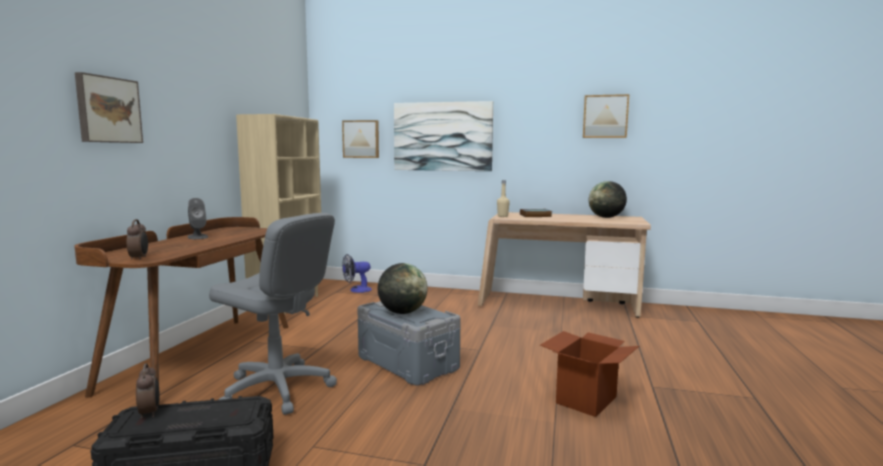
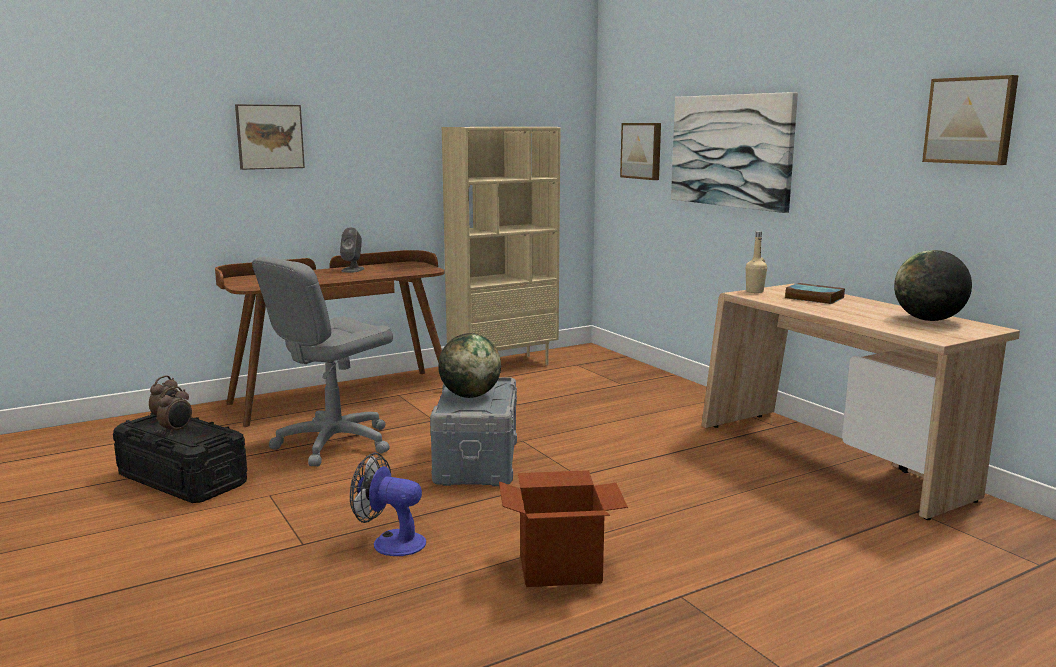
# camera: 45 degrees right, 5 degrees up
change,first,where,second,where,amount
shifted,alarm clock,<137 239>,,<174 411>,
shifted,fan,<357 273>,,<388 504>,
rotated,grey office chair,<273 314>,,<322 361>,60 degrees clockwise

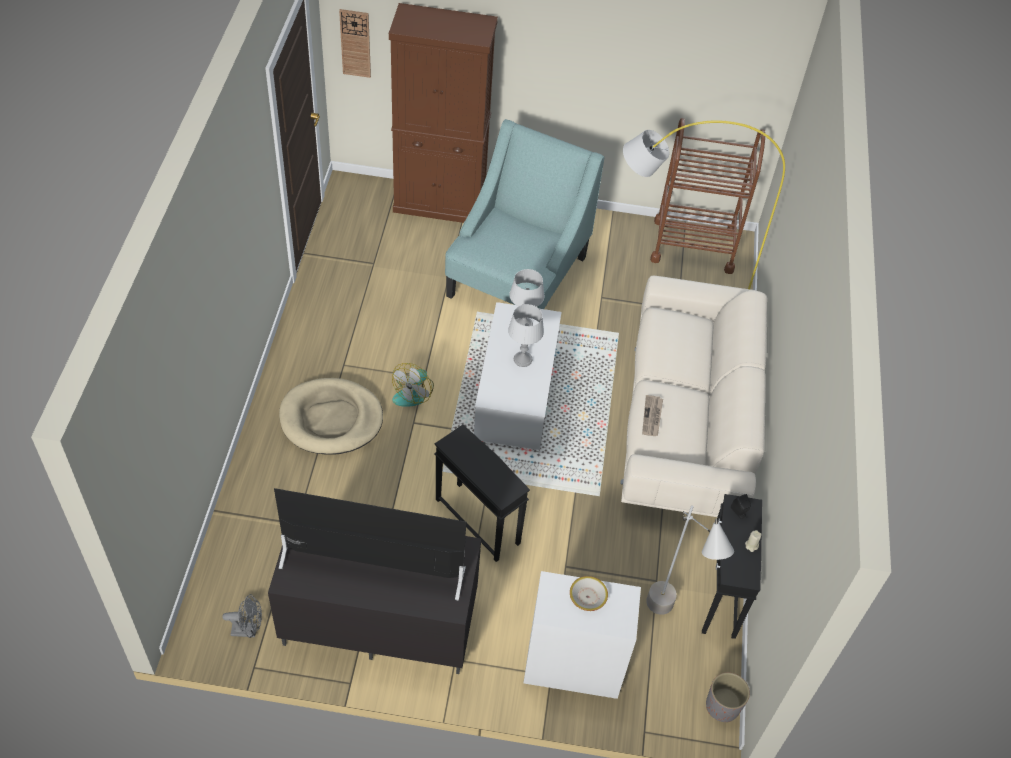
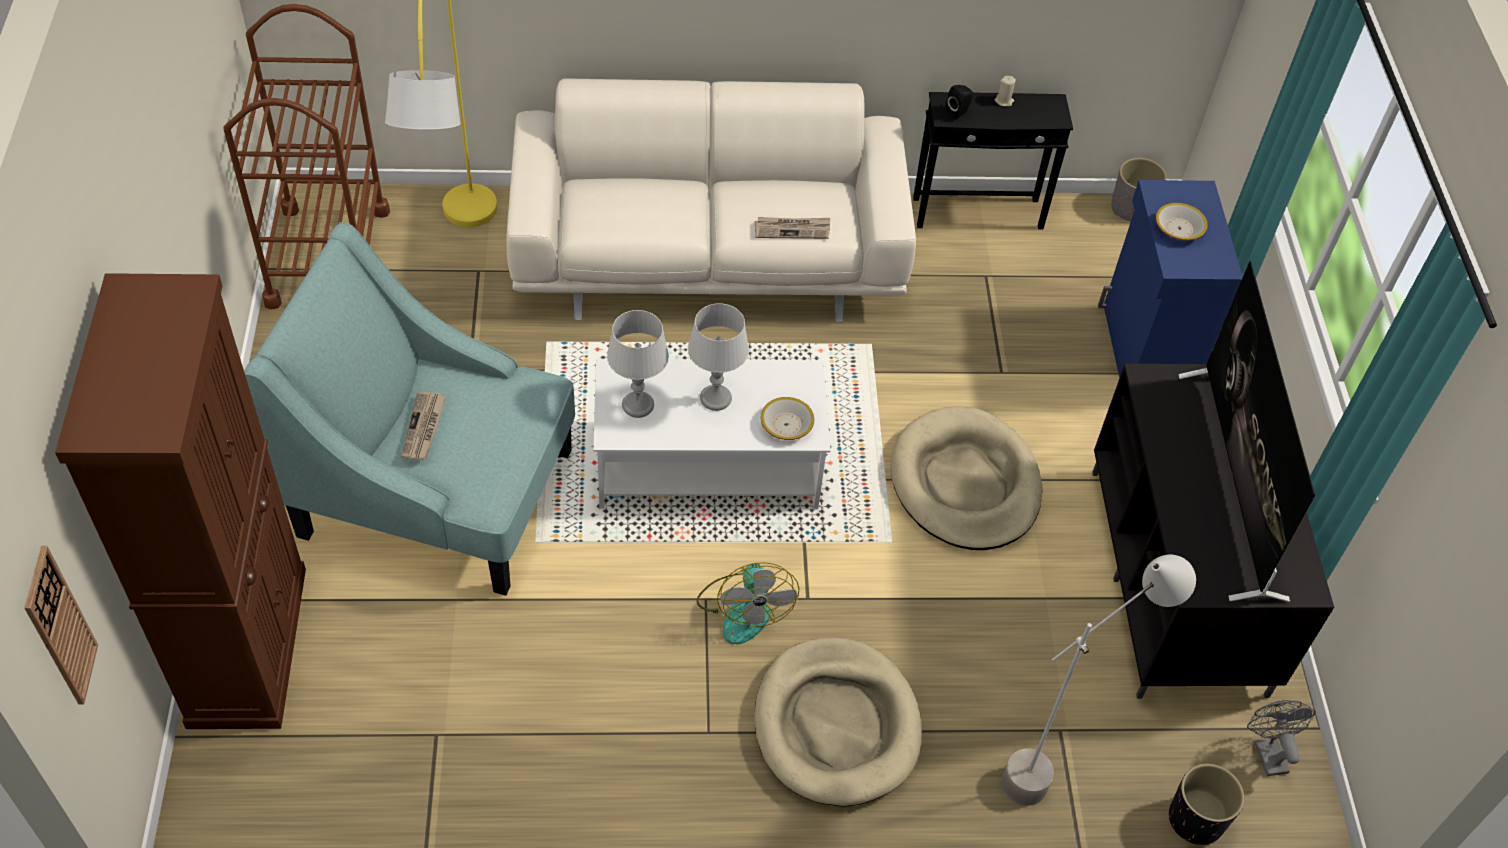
# camera: 100 degrees left, 0 degrees up
change,first,where,second,where,amount
new,,,newspaper,<423 425>,
new,,,bowl,<787 418>,
new,,,black planter,<1206 805>,
shifted,grey floor lamp,<690 560>,,<1099 680>,
swapped,black side table,<482 493>,beige dog bed,<966 478>,
repainted,white cabinet,<582 635>,blue cabinet,<1170 279>,
rotated,fan,<413 385>,,<747 603>,60 degrees clockwise

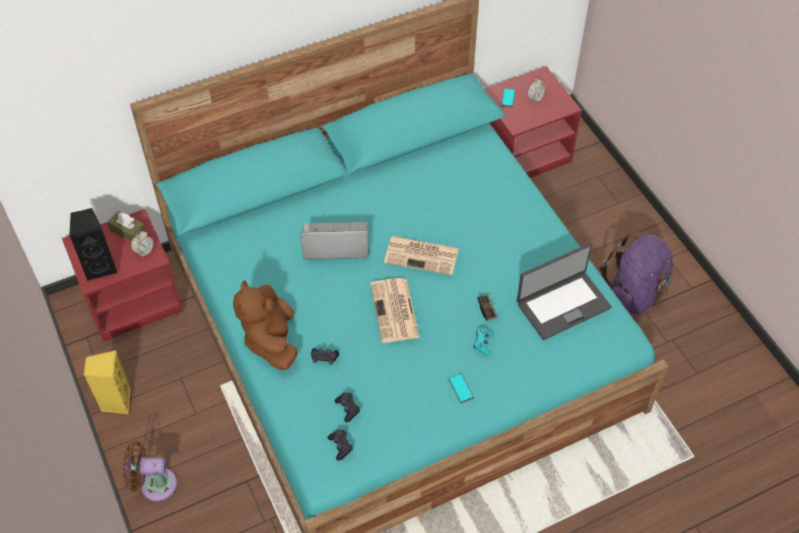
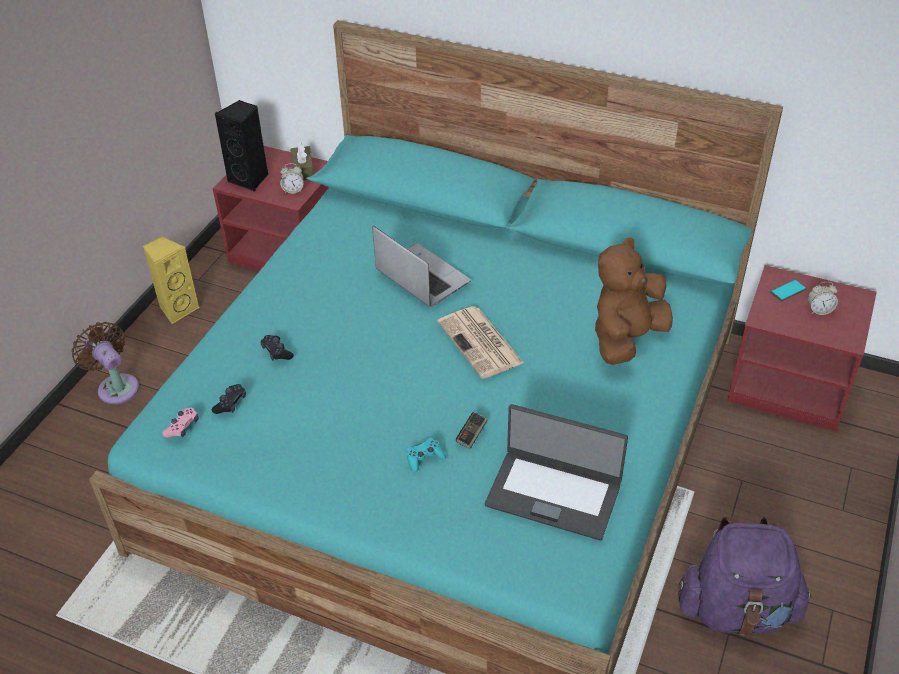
# camera: 50 degrees right, 10 degrees down
change,first,where,second,where,amount
gone,newspaper,<395 310>,,,
gone,phone,<461 388>,,,
shifted,brown plush toy,<265 325>,,<634 301>,
repainted,black game controller,<340 445>,pink game controller,<180 423>,

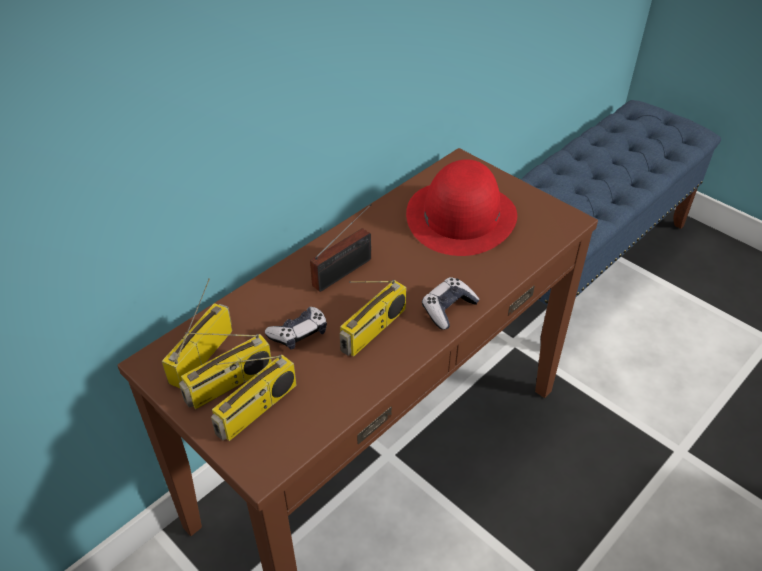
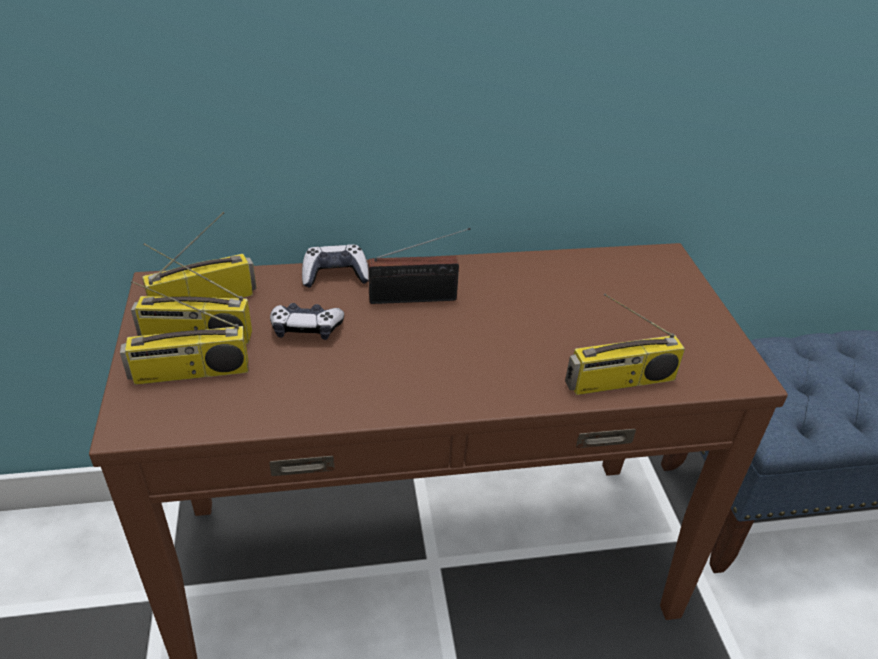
# camera: 35 degrees right, 5 degrees down
change,first,where,second,where,amount
gone,red hat,<461 207>,,,
shifted,radio,<373 318>,,<625 344>,
shifted,game controller,<451 303>,,<335 266>,

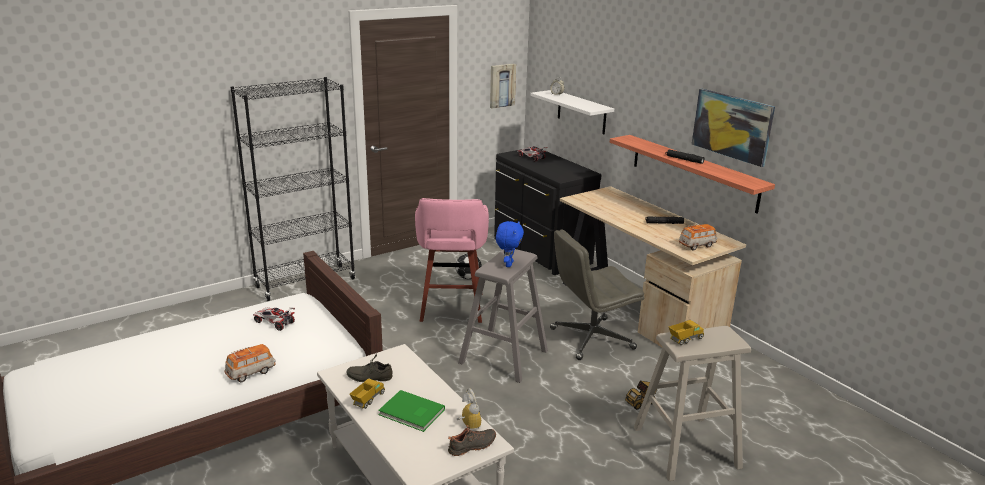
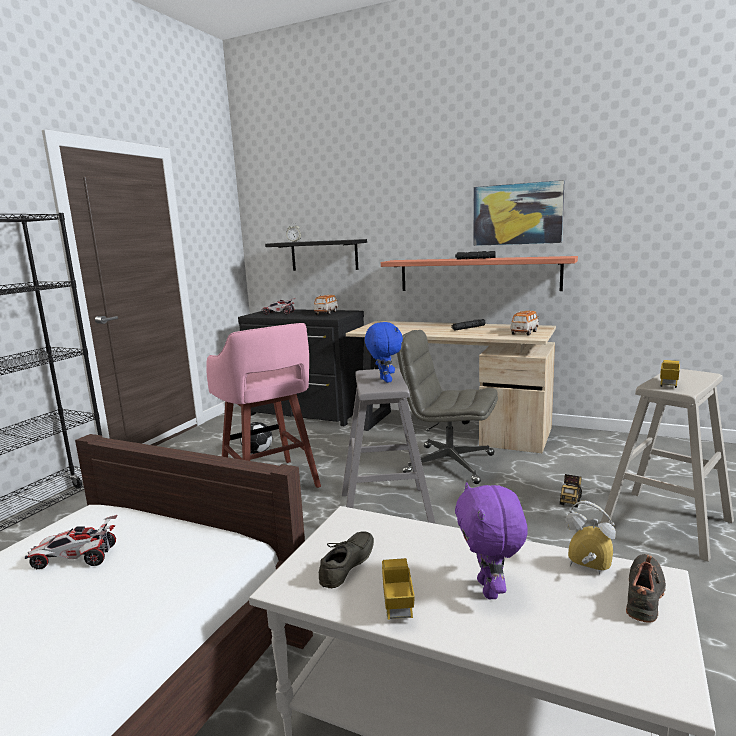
# camera: 30 degrees left, 10 degrees down
change,first,where,second,where,amount
gone,picture,<503 86>,,,
shifted,toy car,<250 363>,,<326 305>,
swapped,green book,<411 411>,purple plush toy,<491 540>,
repainted,white shelf,<572 112>,black shelf,<316 255>,
rotated,grey shoe,<369 368>,,<346 559>,150 degrees clockwise
rotated,grey office chair,<597 294>,,<447 407>,75 degrees clockwise

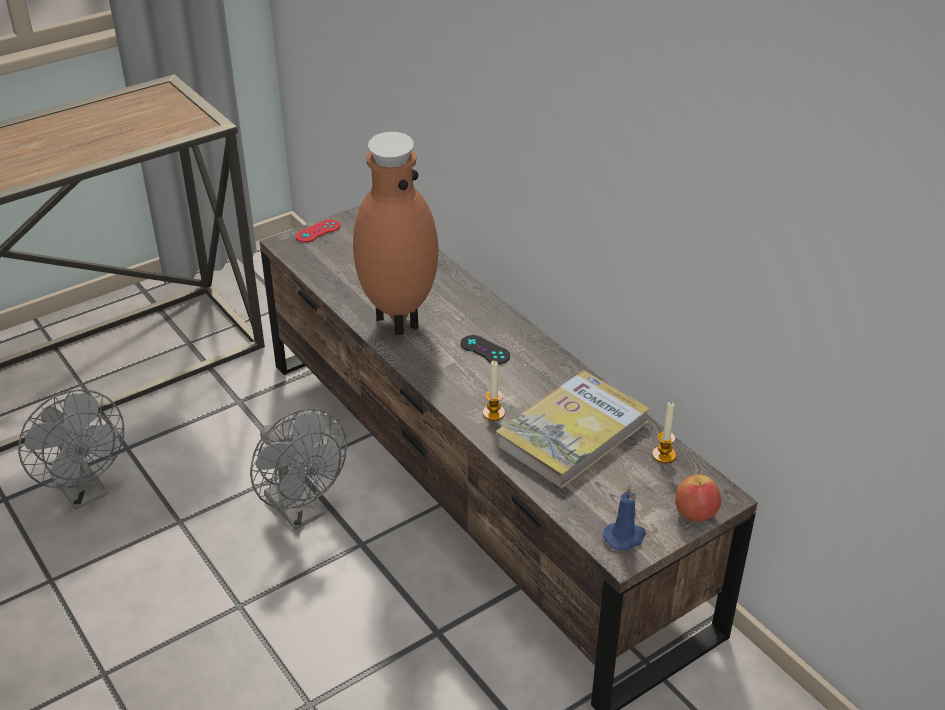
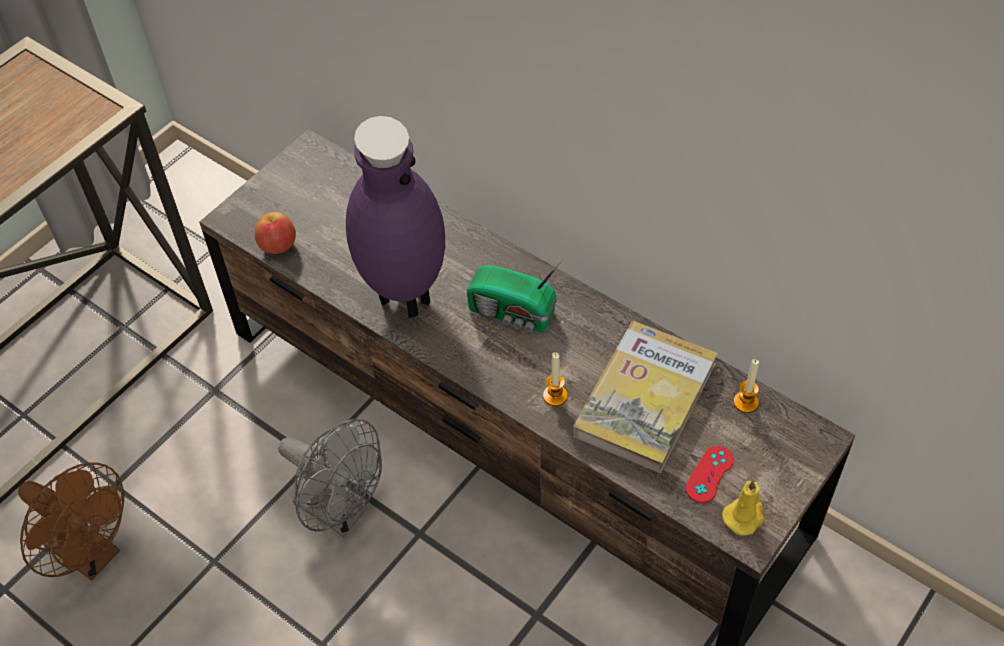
# camera: 15 degrees left, 15 degrees up
change,first,where,second,where,amount
shifted,red game controller,<317 231>,,<710 474>,
shifted,apple,<698 498>,,<275 233>,
swapped,black game controller,<485 349>,radio,<515 295>,
repainted,grey fan,<71 450>,brown fan,<71 521>,
repainted,brown vase,<395 233>,purple vase,<395 217>,
repainted,blue candle,<624 518>,yellow candle,<743 507>,

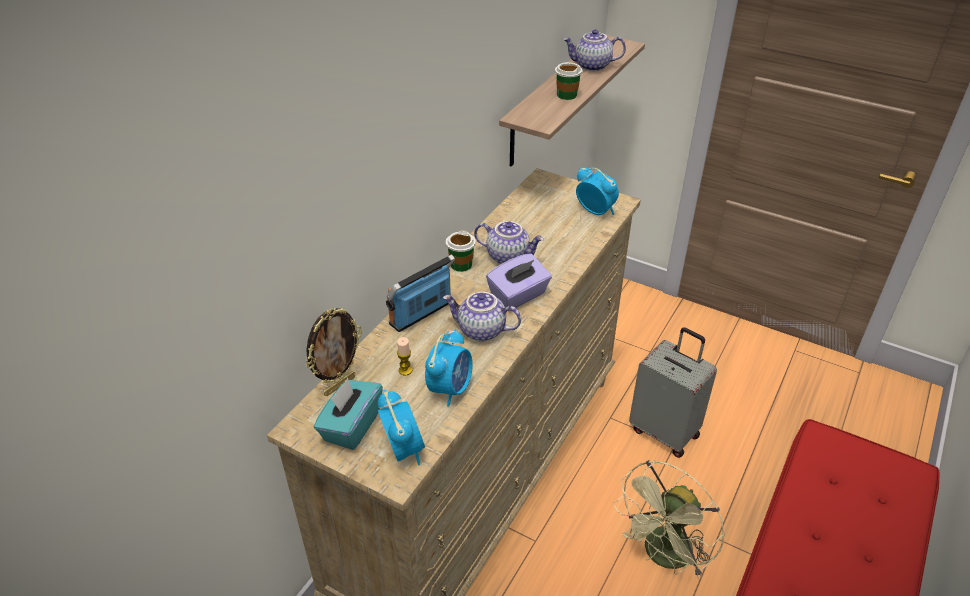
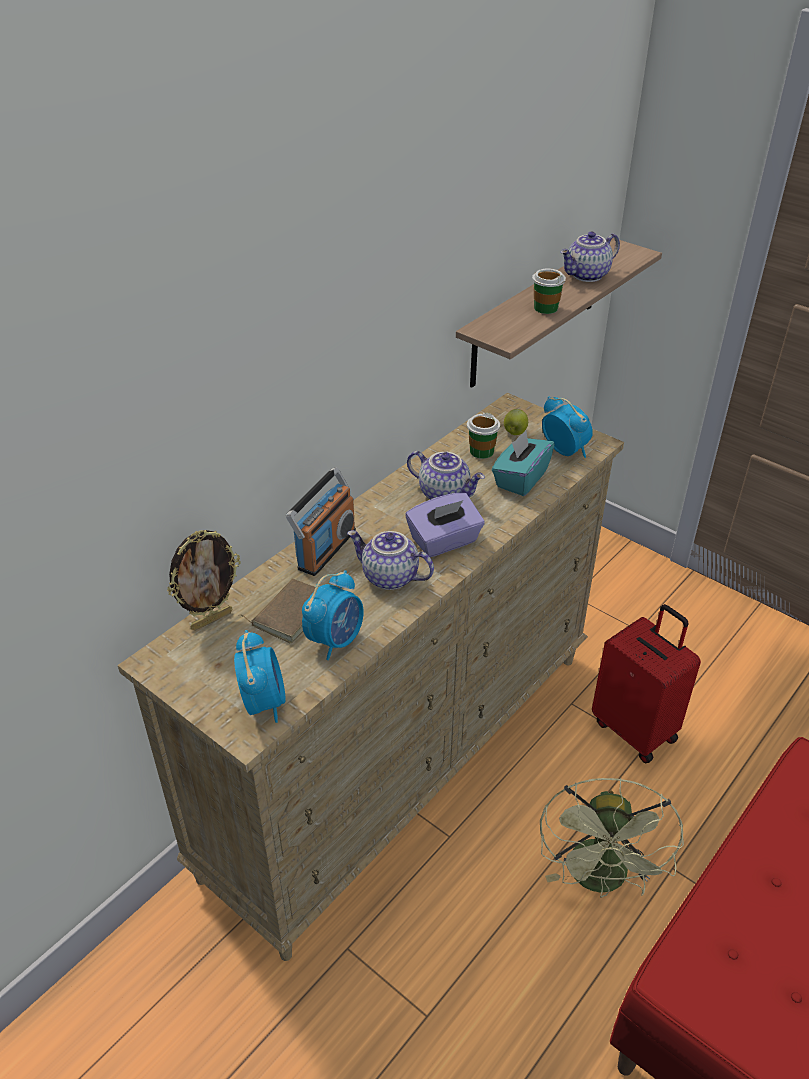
# camera: 10 degrees right, 0 degrees up
change,first,where,second,where,amount
new,,,apple,<516 422>,
shifted,turquoise tissue box,<348 414>,,<523 463>,
shifted,cup,<461 251>,,<483 436>,
swapped,candle,<404 356>,brown book,<277 611>,
repainted,grey suitcase,<673 392>,red suitcase,<646 683>,
rotated,radio,<420 293>,,<321 521>,150 degrees clockwise
rotated,teapot,<594 50>,,<590 257>,45 degrees counterclockwise
rotated,green fan,<669 519>,,<612 837>,45 degrees counterclockwise

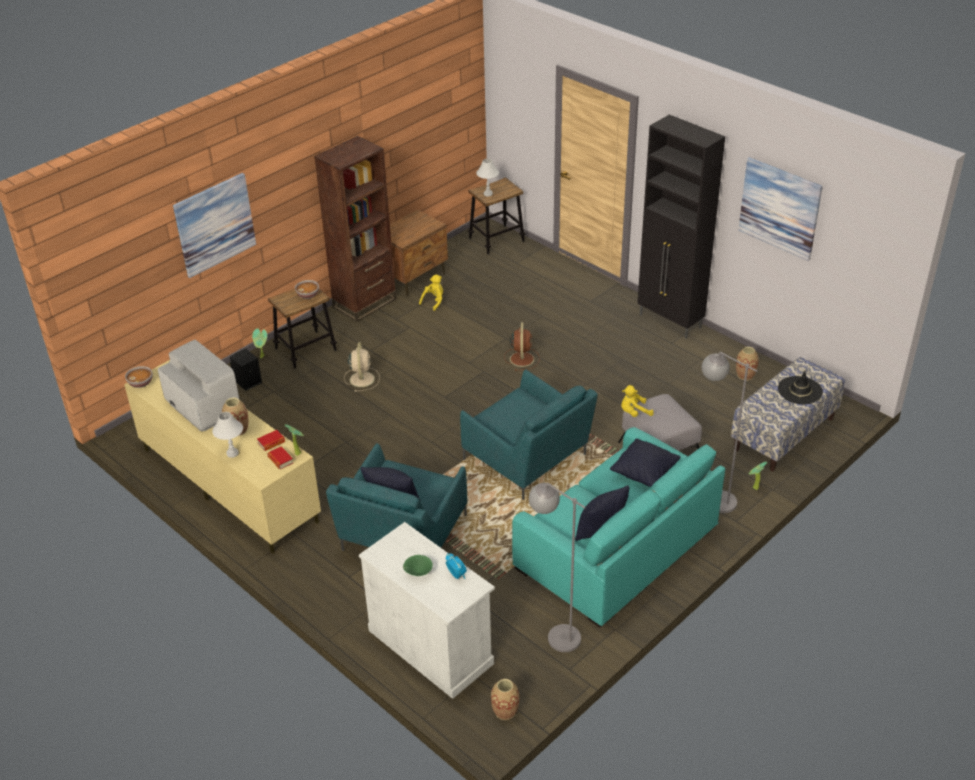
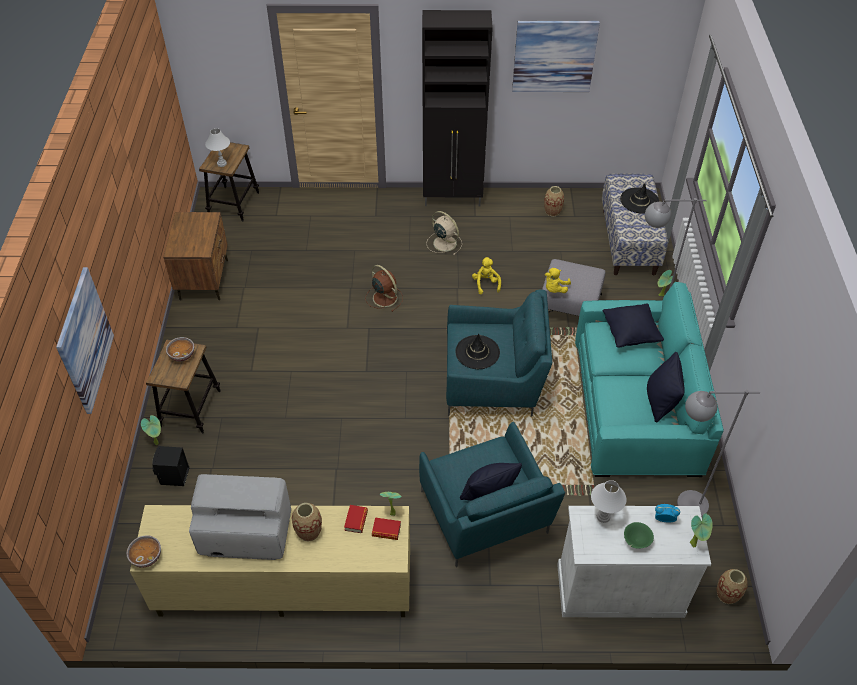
# camera: 45 degrees left, 10 degrees up
change,first,where,second,where,amount
gone,brown bookcase,<355 229>,,,
new,,,black hat,<477 351>,
new,,,potted plant,<701 530>,
shifted,white table lamp,<227 435>,,<609 501>,
shifted,beige fan,<362 367>,,<444 233>,
shifted,yellow plush toy,<431 293>,,<486 275>,

